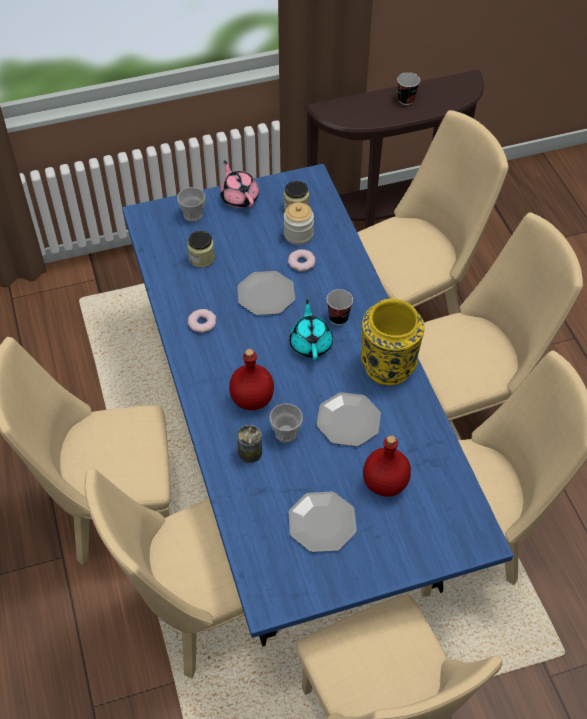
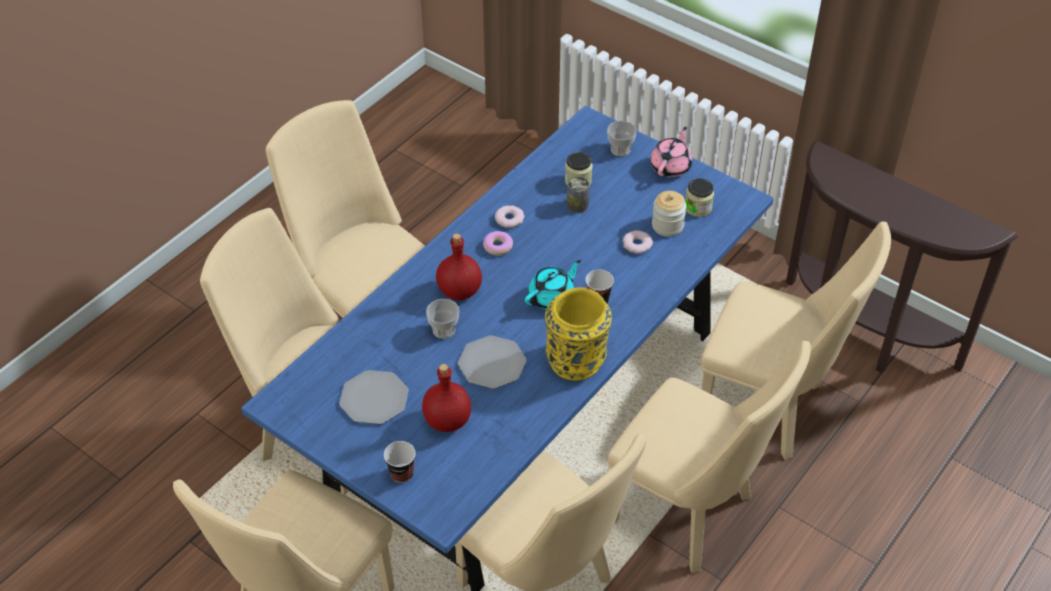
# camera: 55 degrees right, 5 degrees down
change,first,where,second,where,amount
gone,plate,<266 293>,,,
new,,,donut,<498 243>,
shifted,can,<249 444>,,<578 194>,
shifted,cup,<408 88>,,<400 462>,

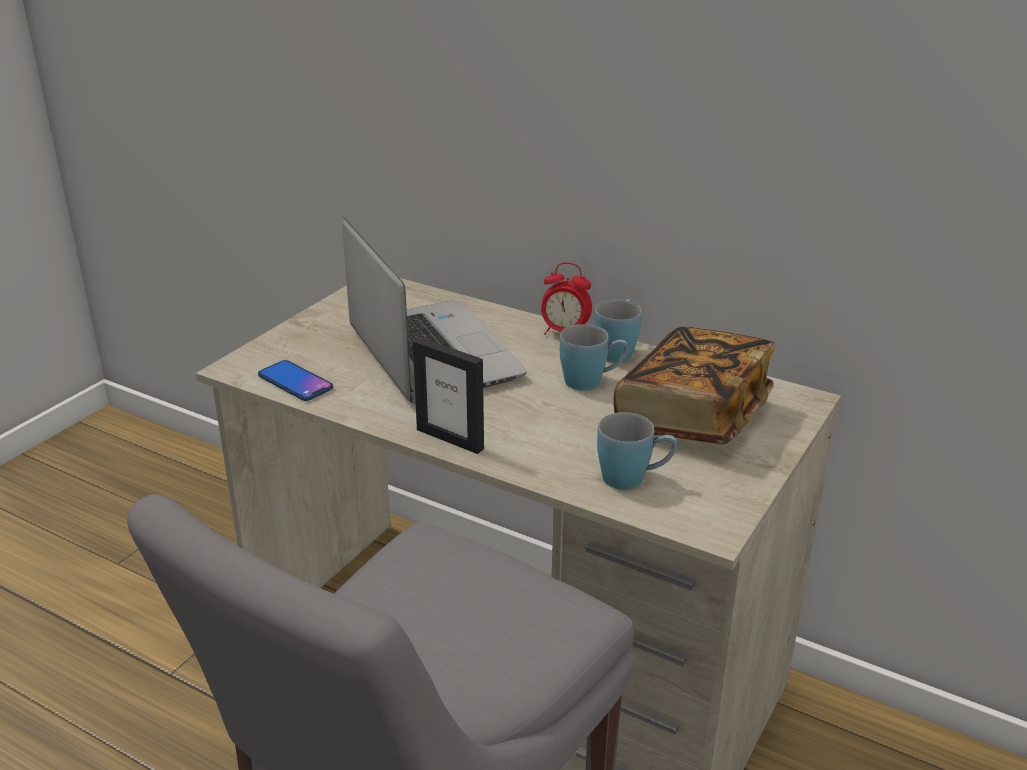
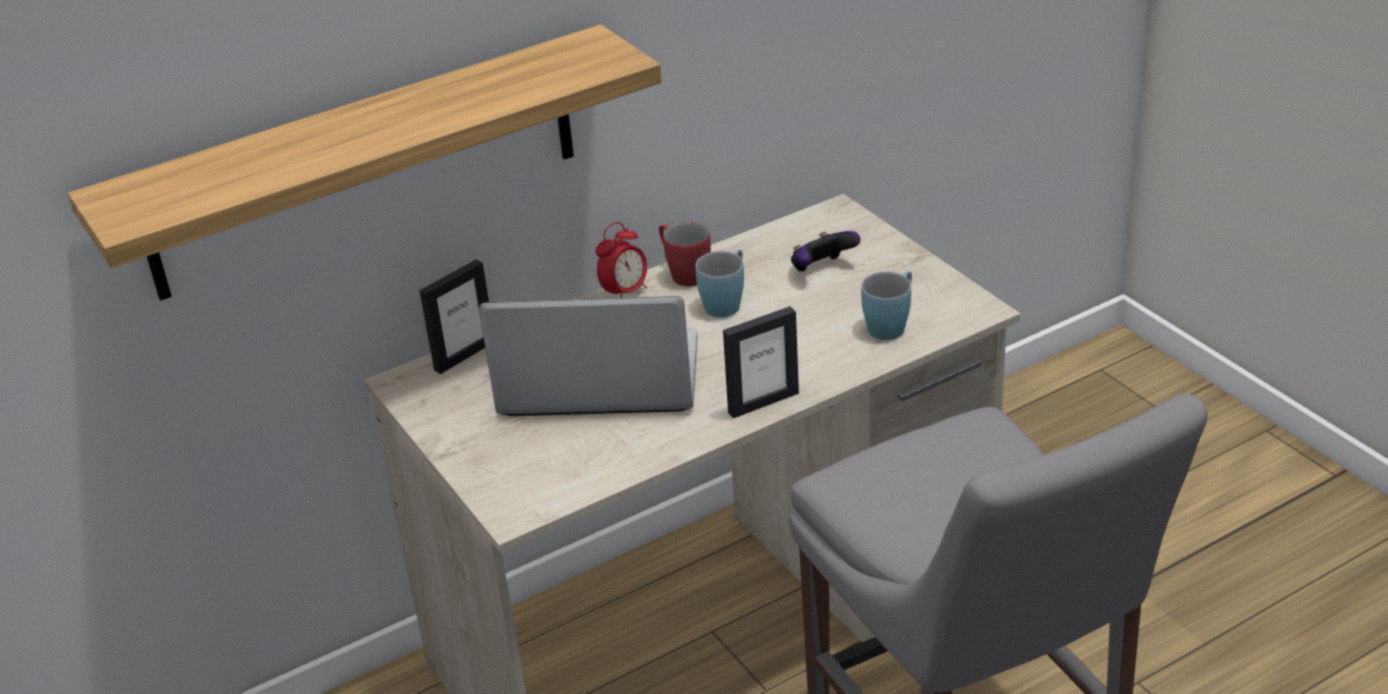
# camera: 60 degrees left, 5 degrees up
change,first,where,second,where,amount
gone,phone,<295 380>,,,
new,,,shelf,<365 163>,
new,,,picture frame,<454 317>,
swapped,book,<694 385>,game controller,<825 251>,
repainted,blue mug,<618 331>,red mug,<685 254>,

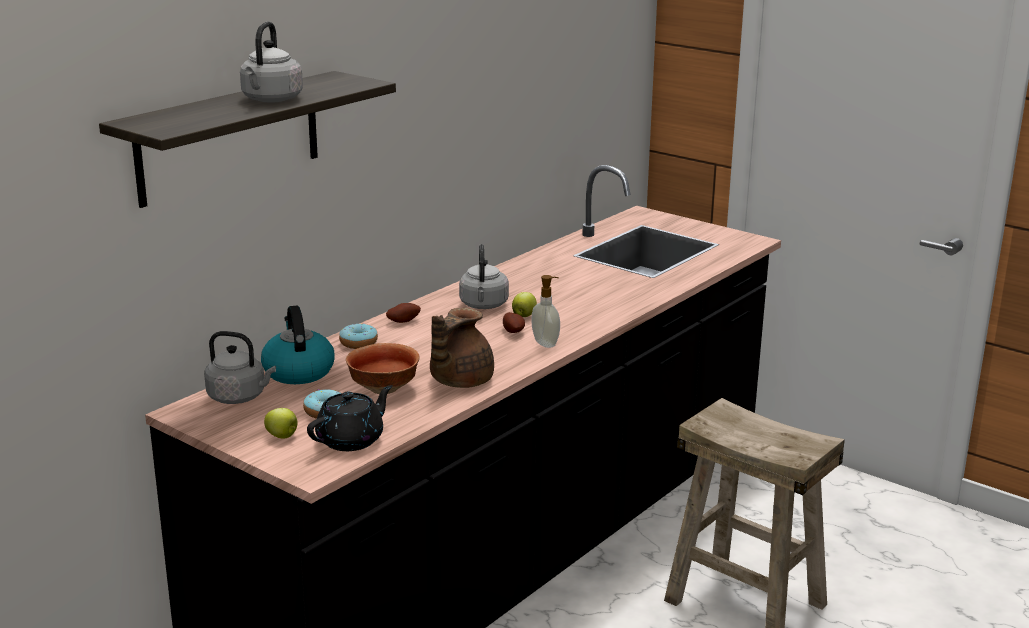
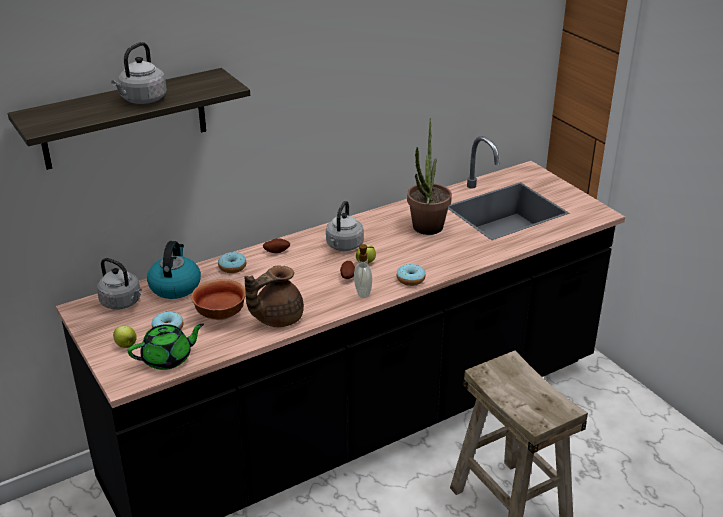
# camera: 20 degrees right, 10 degrees up
change,first,where,second,where,amount
new,,,donut,<411 275>,
new,,,potted plant,<429 176>,
repainted,black teapot,<350 418>,green teapot,<166 346>,

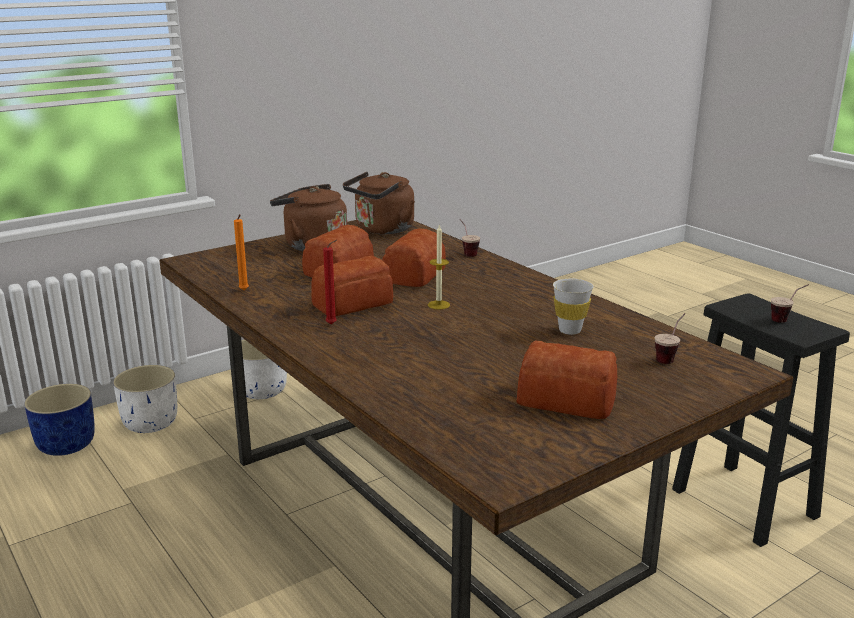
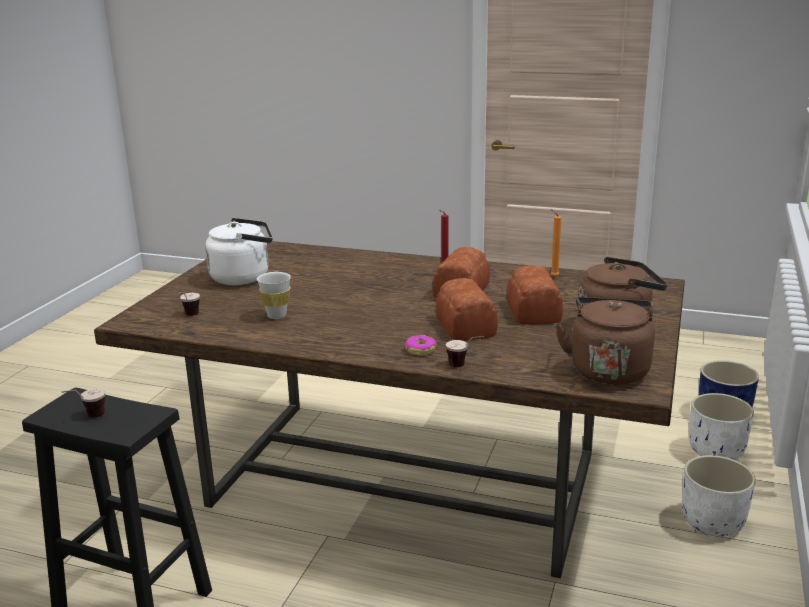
# camera: 145 degrees right, 0 degrees up
change,first,where,second,where,amount
gone,candle,<439 267>,,,
new,,,donut,<420 345>,
swapped,bread,<566 379>,white kettle,<239 251>,

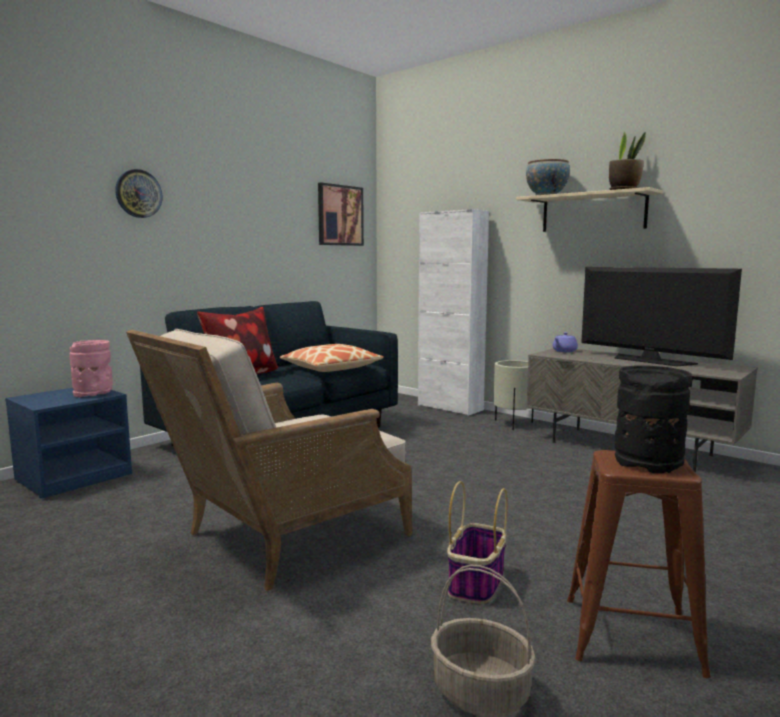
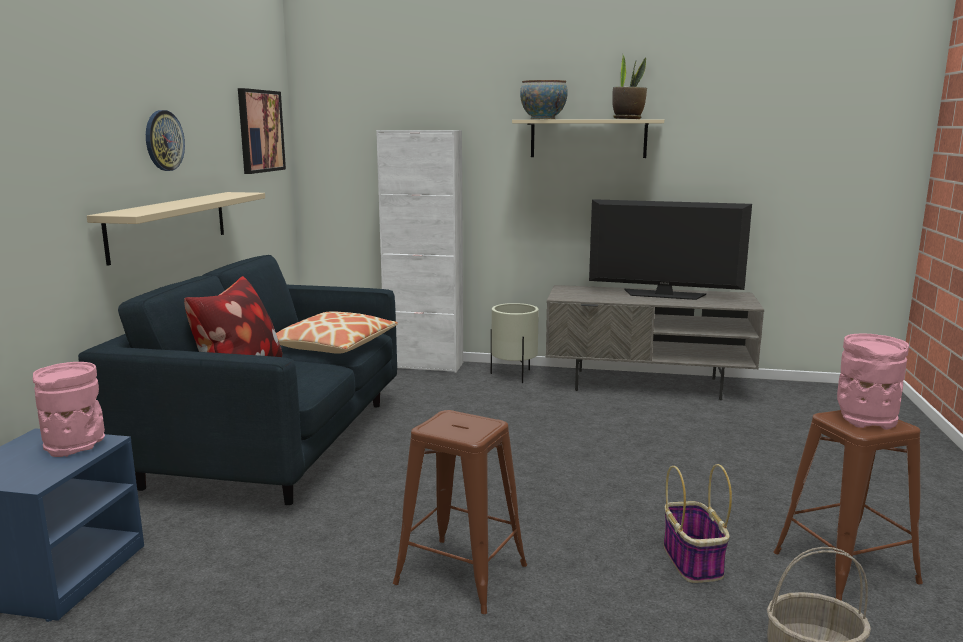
# camera: 30 degrees left, 5 degrees up
change,first,where,second,where,amount
gone,purple teapot,<565 342>,,,
new,,,beige shelf,<176 229>,
shifted,wall clock,<139 193>,,<165 140>,
swapped,beige armchair,<269 460>,brown stool,<460 512>,
repainted,black vase,<653 419>,pink vase,<873 382>,

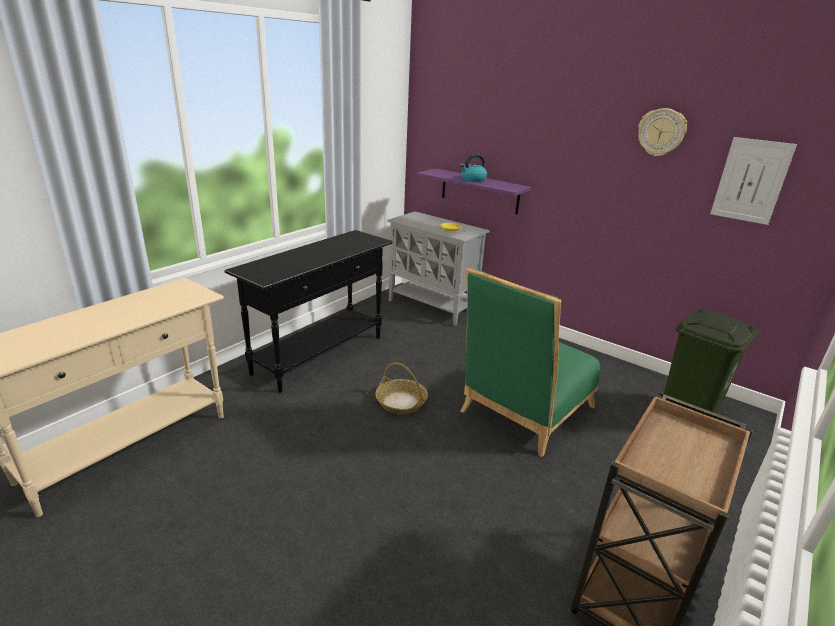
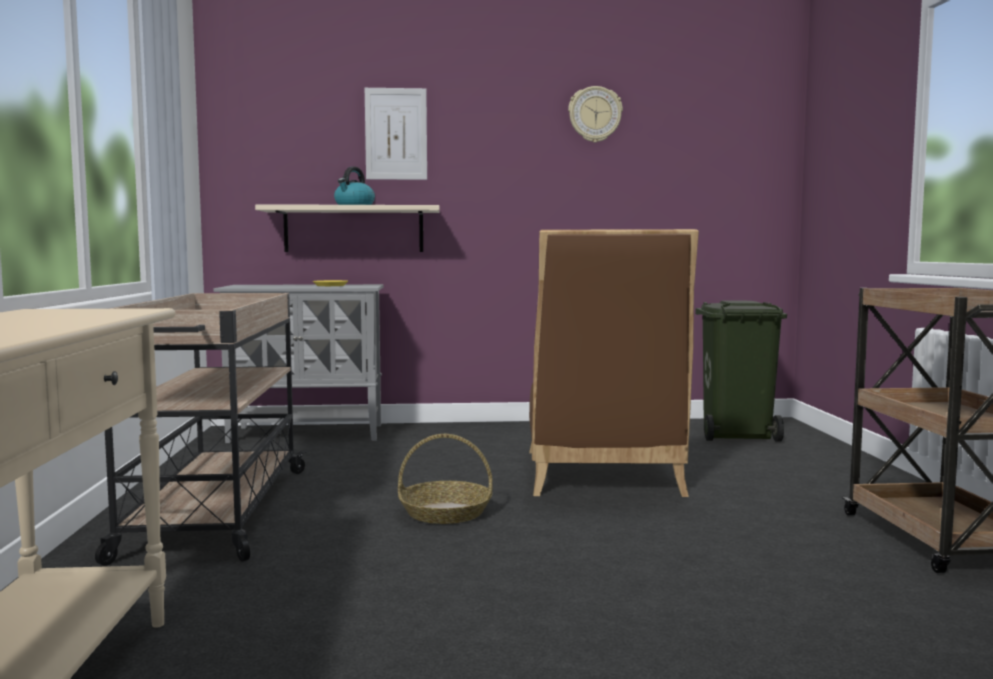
# camera: 40 degrees left, 20 degrees down
change,first,where,second,where,amount
shifted,picture,<753 181>,,<396 134>,
swapped,black console table,<308 311>,beige cart,<201 429>,
repainted,purple shelf,<474 191>,beige shelf,<347 228>,
repainted,green chair,<530 362>,brown chair,<614 363>,

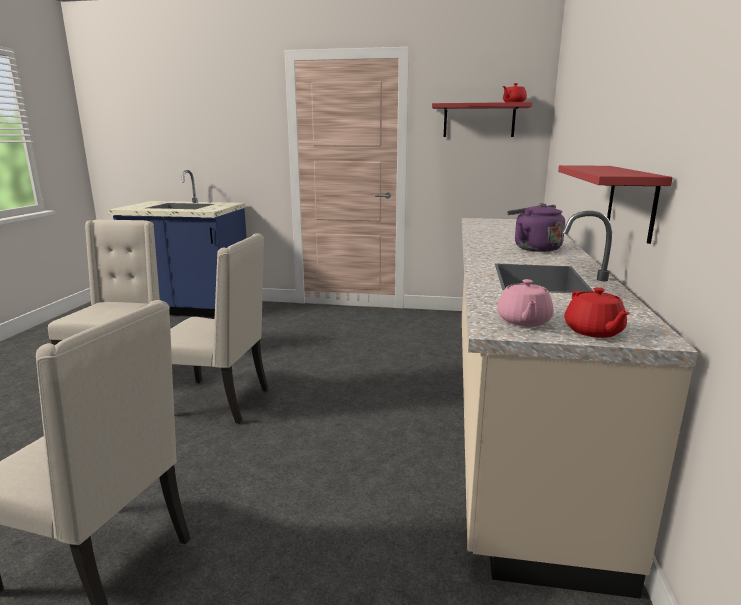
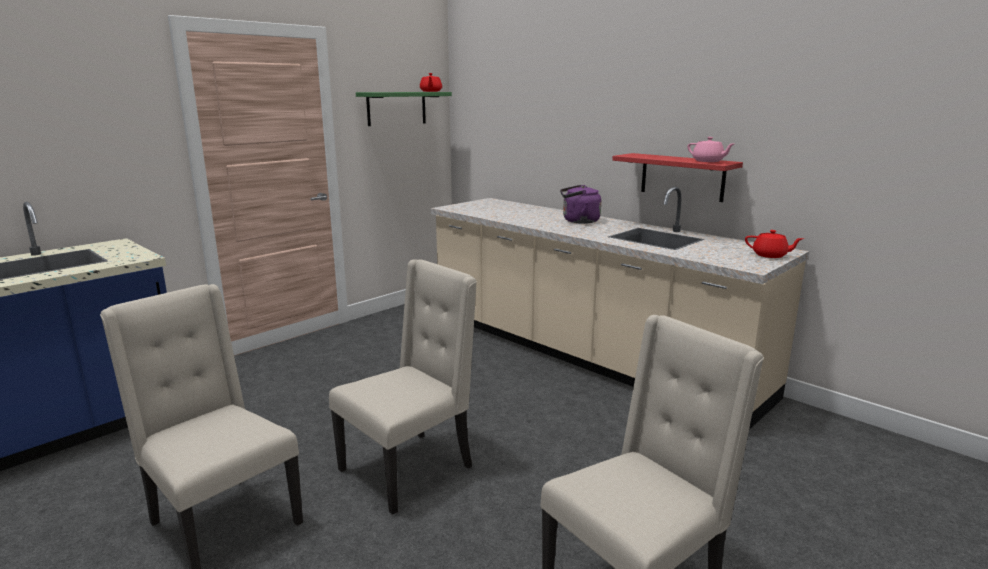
# camera: 55 degrees left, 0 degrees up
change,first,where,second,where,amount
shifted,pink teapot,<525 303>,,<710 149>,
repainted,red shelf,<482 119>,green shelf,<404 109>,

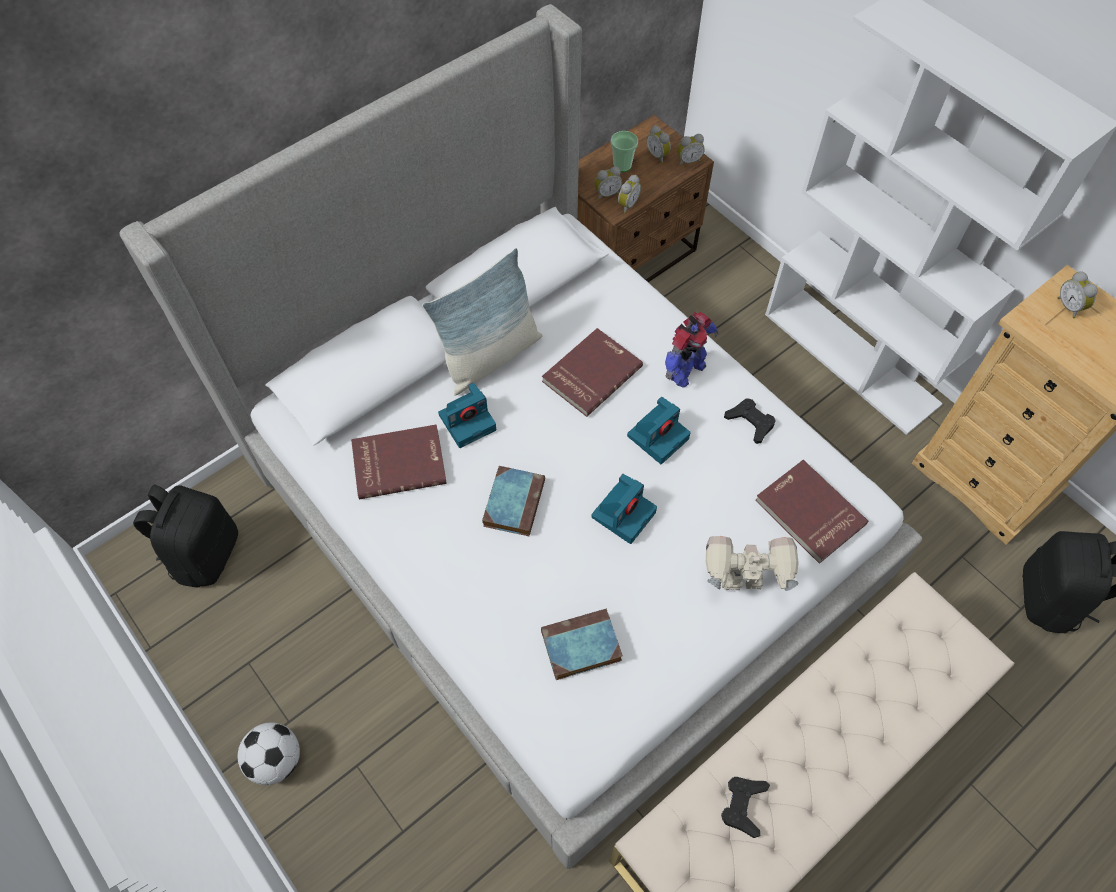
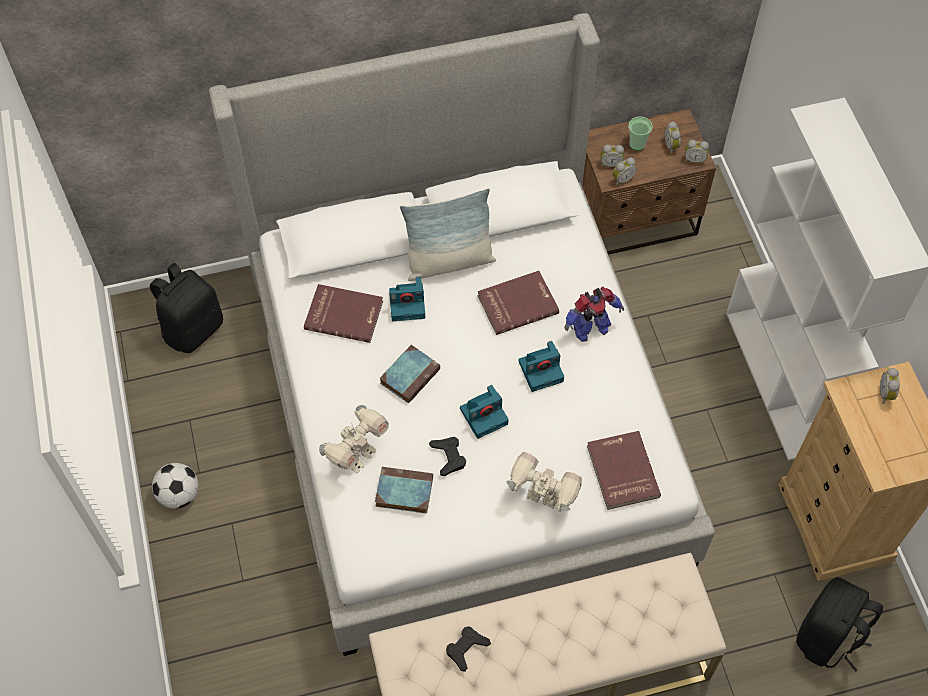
# camera: 25 degrees right, 0 degrees up
change,first,where,second,where,amount
new,,,toy robot,<354 439>,
shifted,black game controller,<750 421>,,<447 456>,

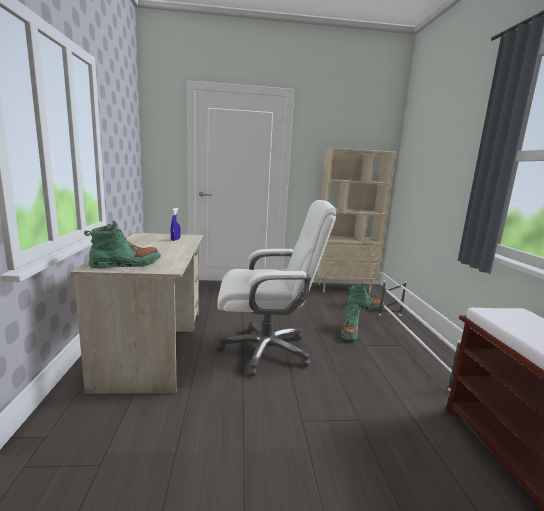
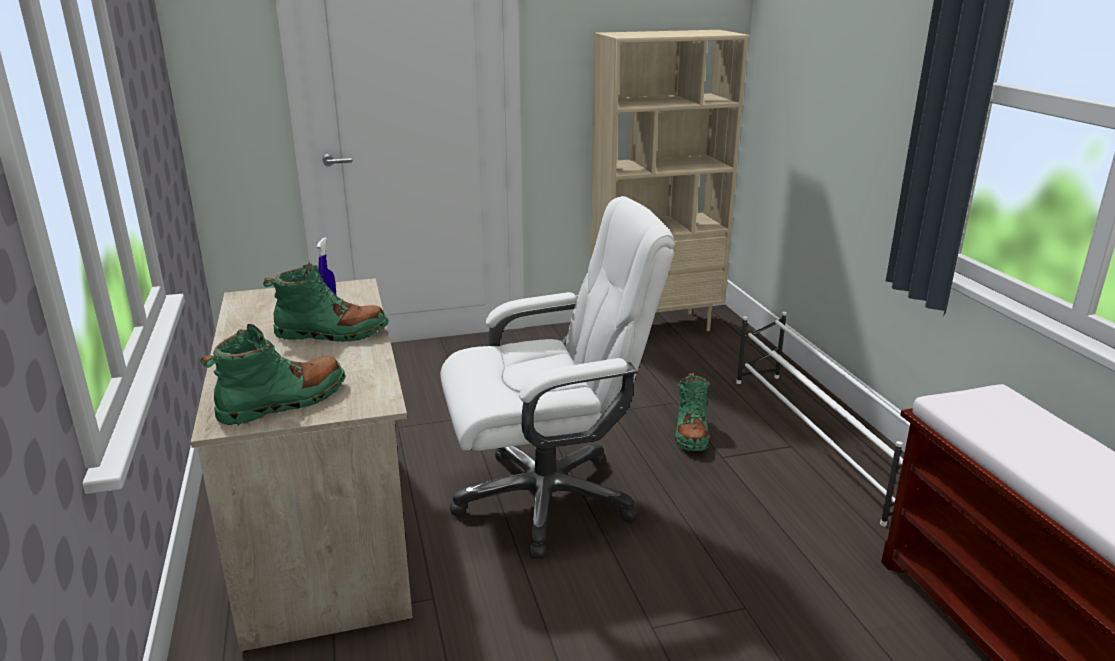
# camera: 10 degrees left, 10 degrees up
change,first,where,second,where,amount
shifted,green boot,<366 296>,,<326 302>,

